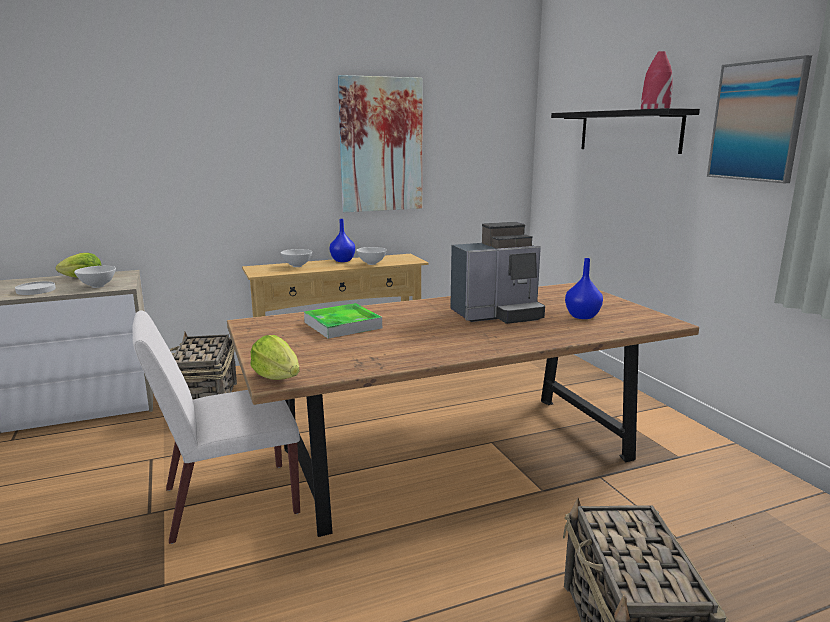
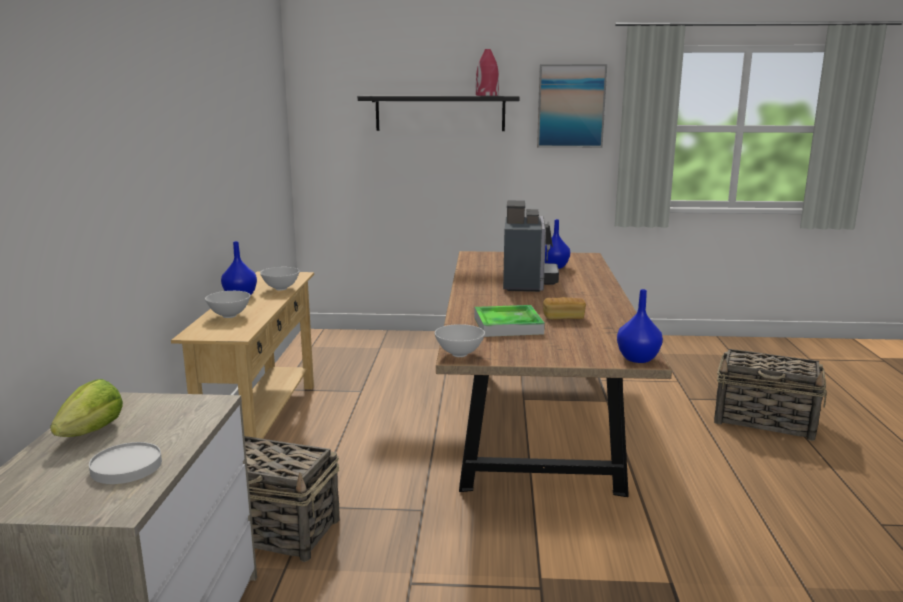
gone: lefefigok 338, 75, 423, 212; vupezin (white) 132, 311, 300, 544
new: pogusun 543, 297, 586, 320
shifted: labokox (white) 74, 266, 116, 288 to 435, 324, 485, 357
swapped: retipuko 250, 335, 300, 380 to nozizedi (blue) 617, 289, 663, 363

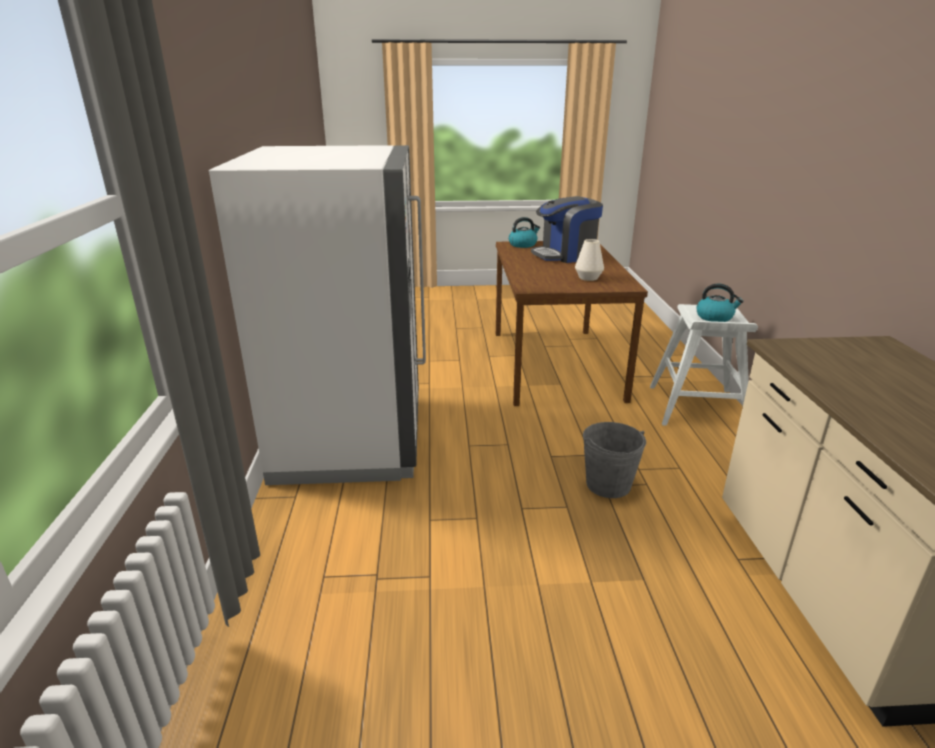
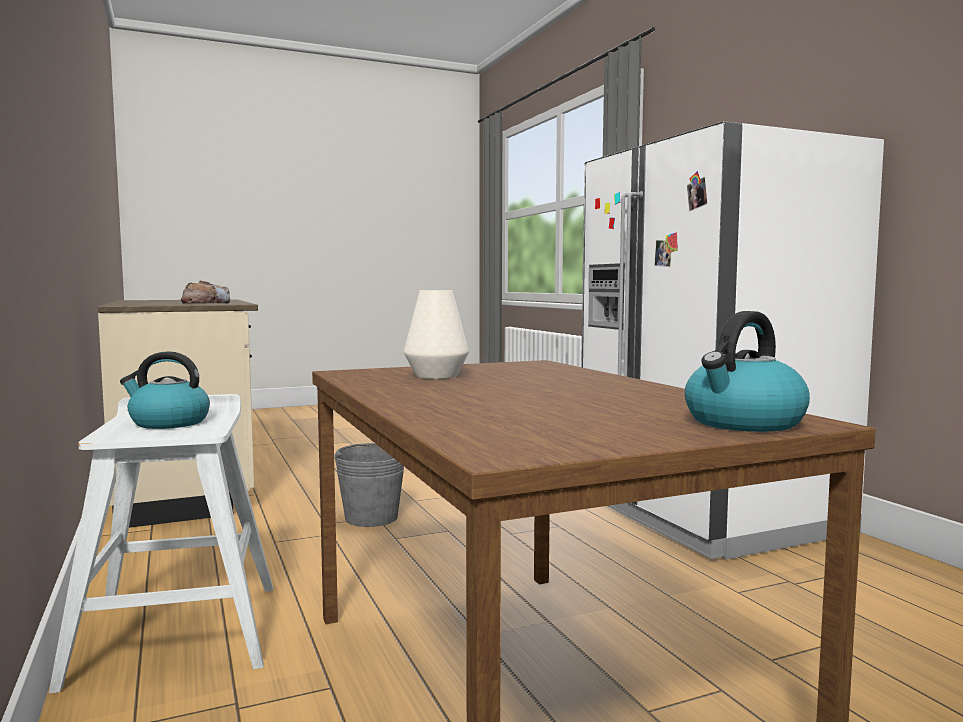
gone: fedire 531, 196, 603, 263
new: pogusun 181, 280, 230, 303

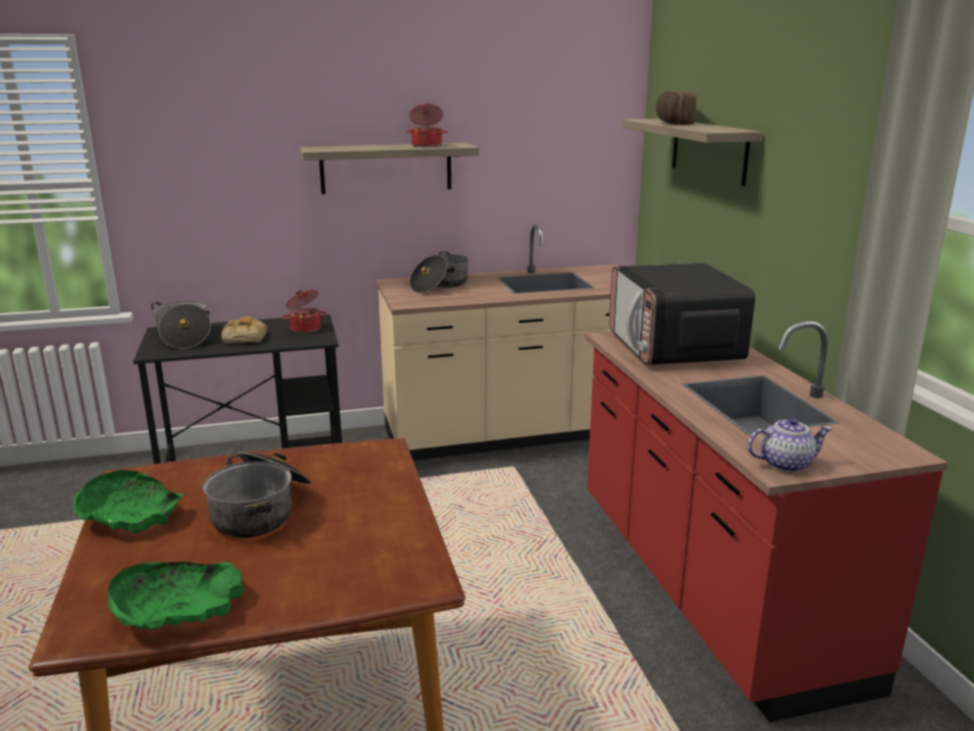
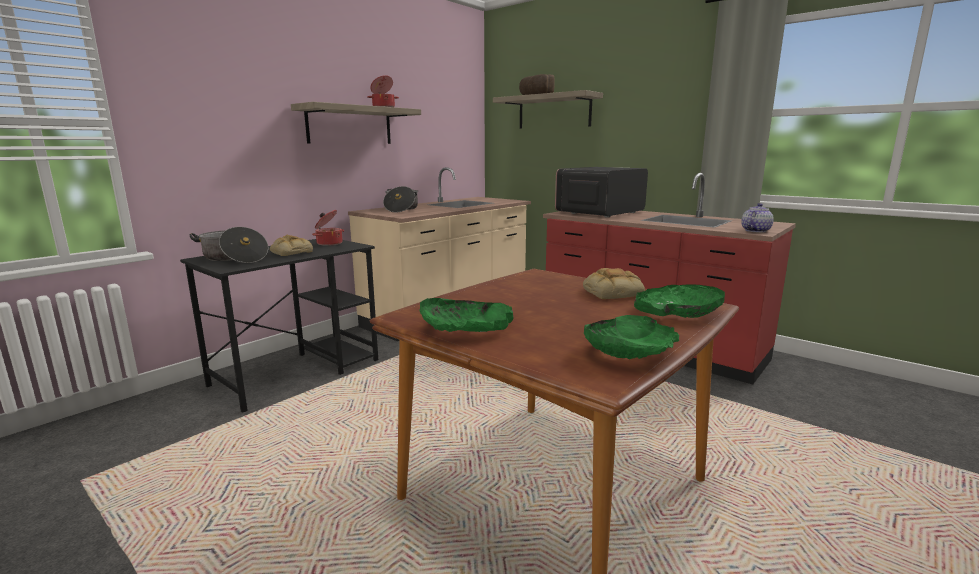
gone: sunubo 203, 452, 312, 538
new: pogusun 583, 268, 645, 299; labokox (green) 634, 284, 725, 318
rotated: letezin 609, 263, 755, 365 = 555, 167, 648, 218 90 degrees clockwise

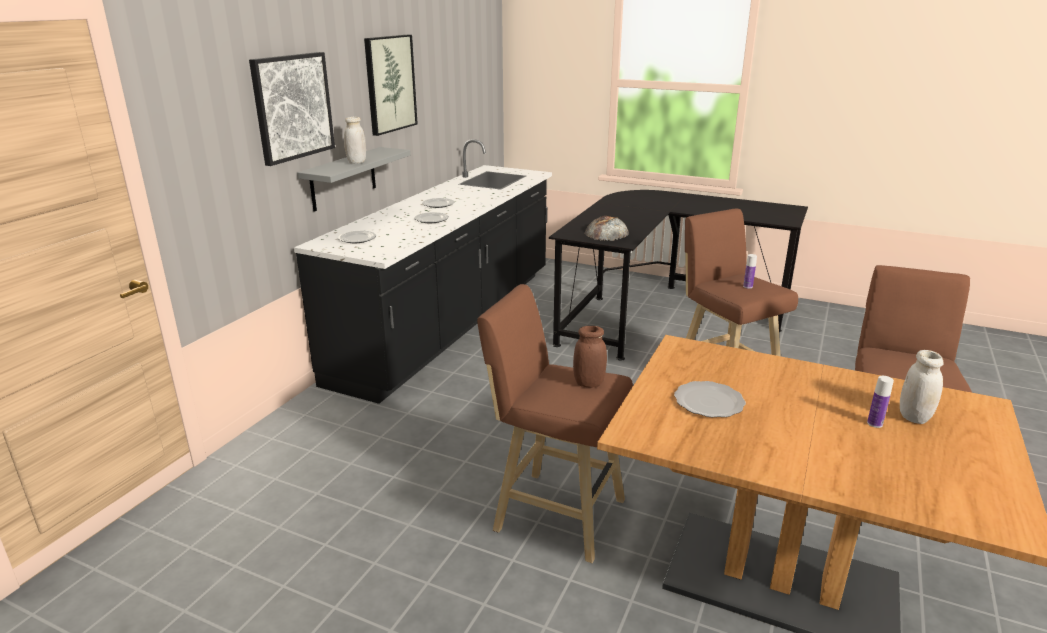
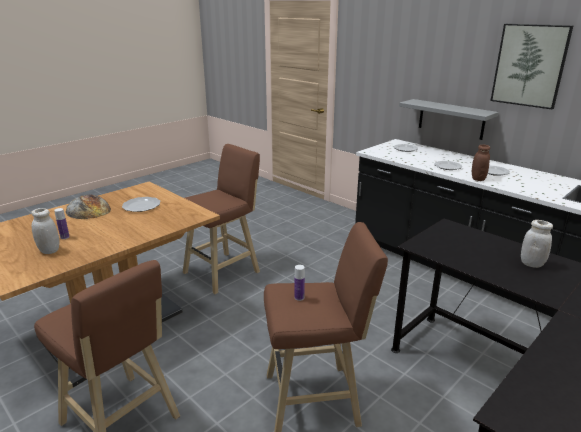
gone: lefefigok 249, 52, 335, 166
shifted: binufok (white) 344, 117, 366, 164 to 521, 220, 553, 268; pogusun 584, 216, 629, 241 to 66, 194, 111, 219; binufok (brown) 573, 326, 607, 388 to 472, 145, 490, 181

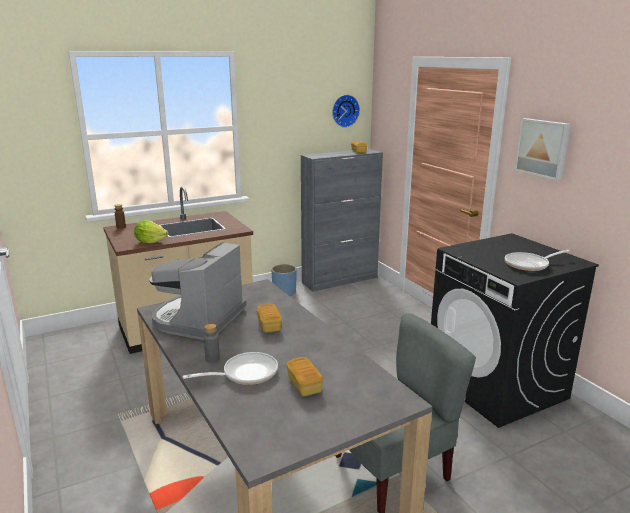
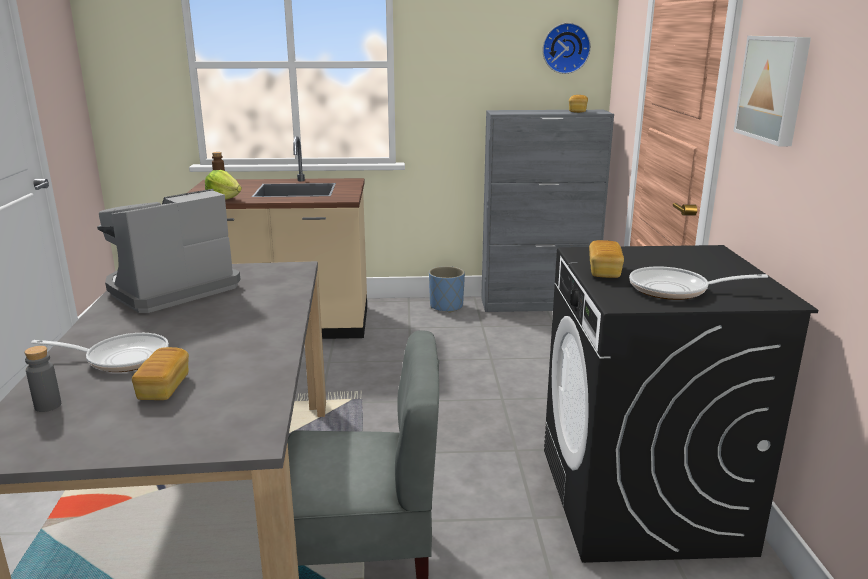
shifted: pogusun 257, 304, 282, 333 to 589, 240, 624, 278; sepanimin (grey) 204, 324, 220, 363 to 24, 346, 61, 412

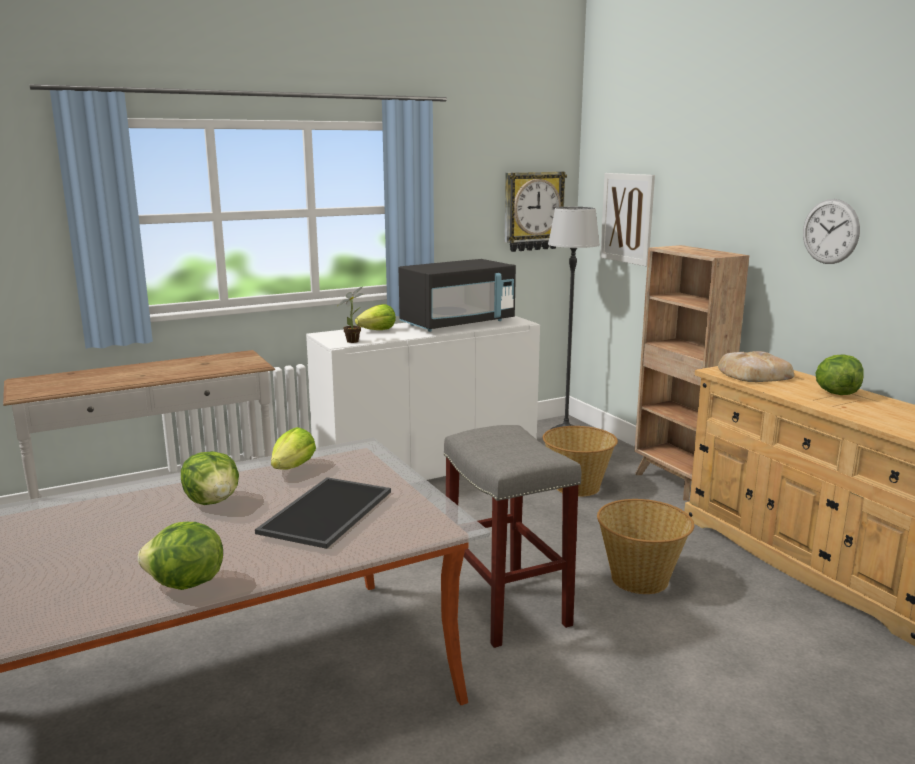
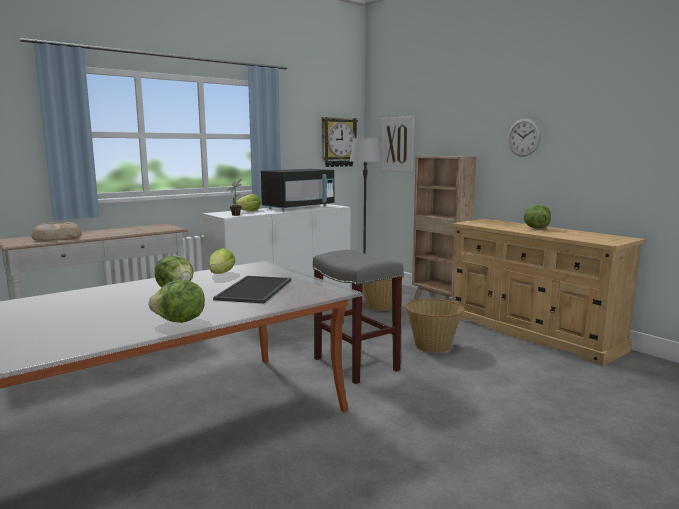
shifted: pogusun 718, 351, 794, 382 to 32, 222, 81, 241

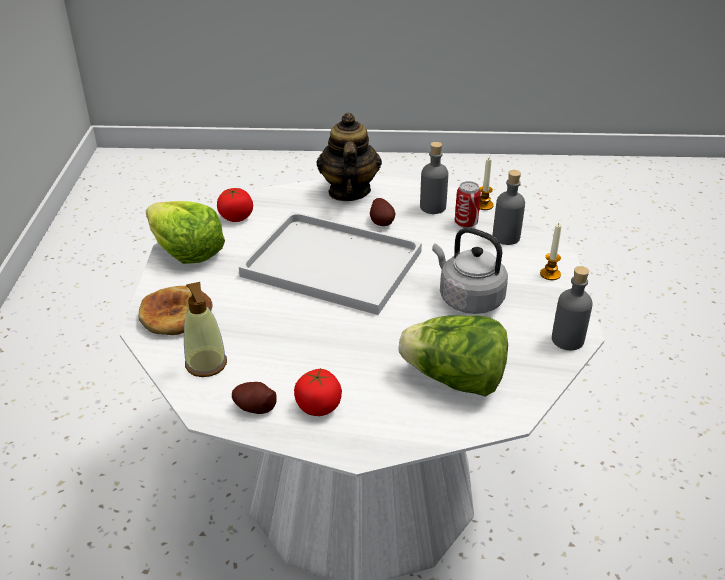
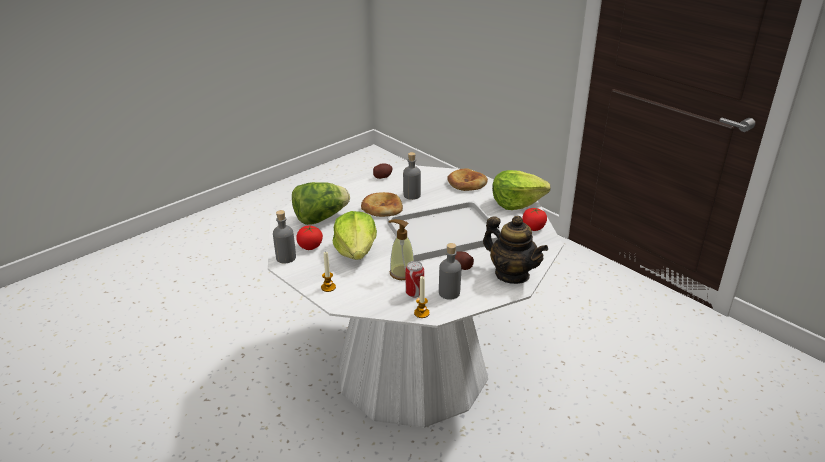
new: pogusun 361, 192, 403, 217
shifted: sepanimin (grey) 493, 170, 525, 245 to 403, 152, 421, 200; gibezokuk 184, 282, 227, 377 to 389, 219, 414, 280; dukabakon 294, 369, 342, 416 to 296, 226, 323, 250
swapped: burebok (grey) 432, 227, 508, 314 to retipuko 333, 211, 377, 260

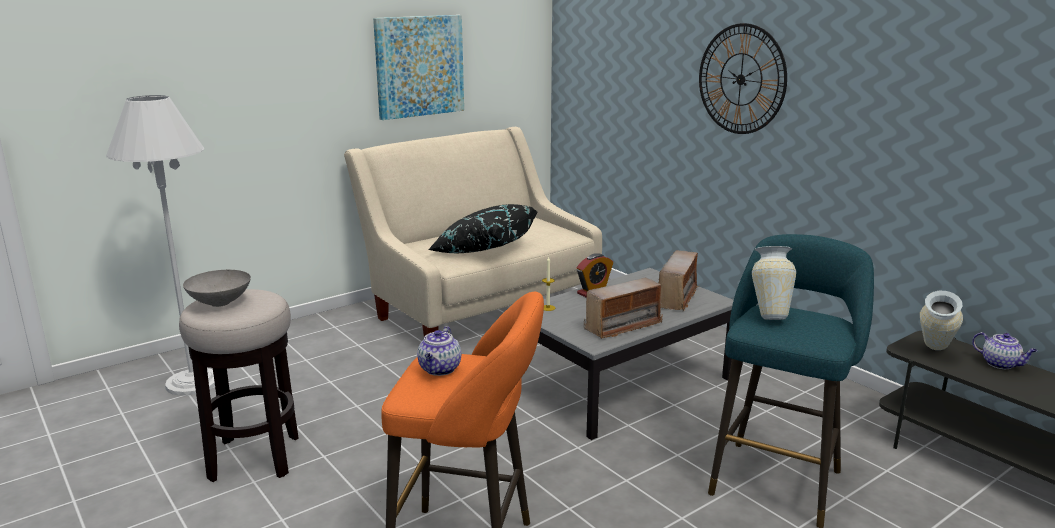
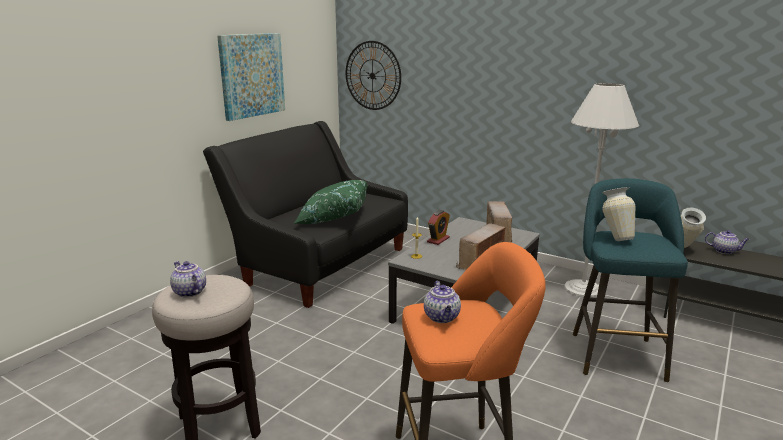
shifted: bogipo 699, 23, 787, 134 to 346, 41, 401, 110; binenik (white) 106, 95, 215, 396 to 564, 83, 639, 298
swapped: labokox (grey) 183, 270, 251, 307 to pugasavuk 170, 261, 206, 297
repainted: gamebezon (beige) 344, 127, 602, 337 to gamebezon (black) 203, 121, 408, 308; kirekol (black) 428, 204, 537, 253 to kirekol (green) 294, 180, 368, 224

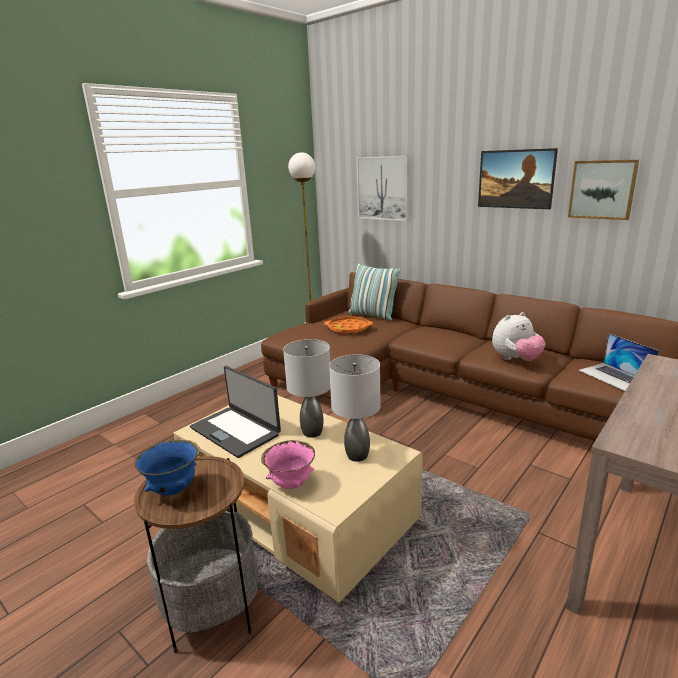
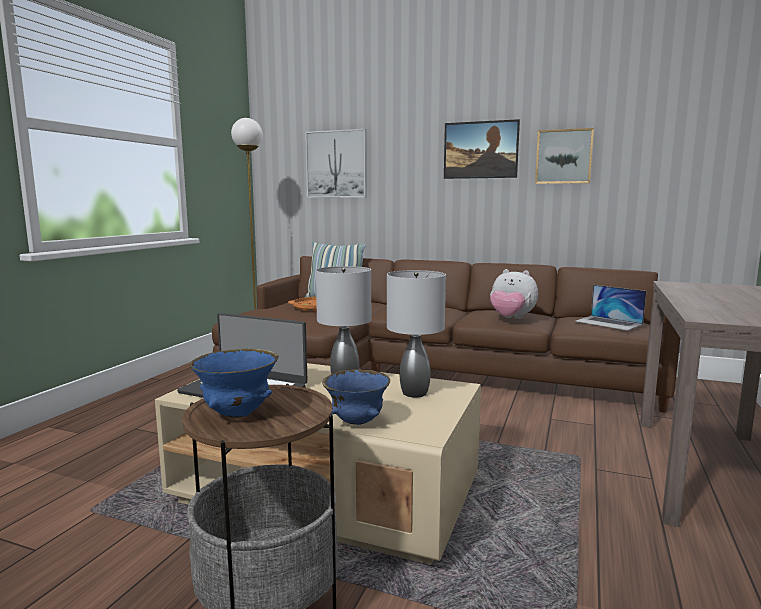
repainted: labokox (pink) 261, 440, 315, 489 to labokox (blue) 322, 369, 390, 425
rotated: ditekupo 492, 312, 546, 361 = 490, 269, 538, 319 75 degrees clockwise

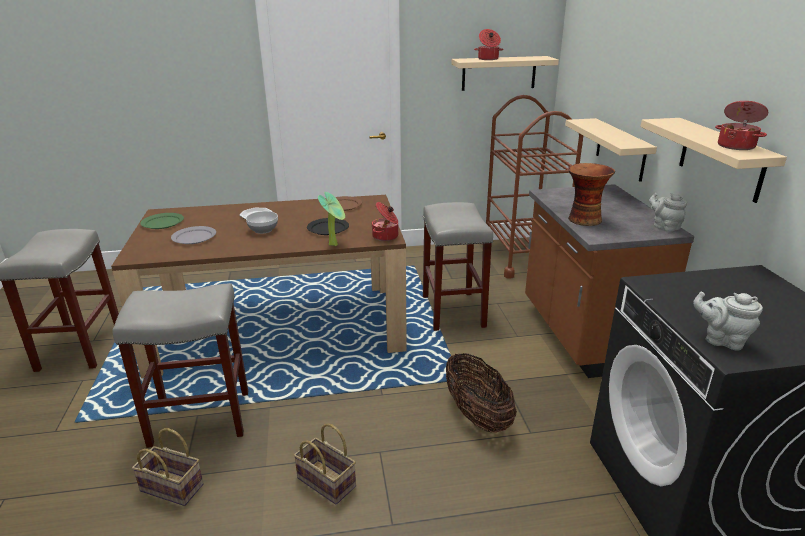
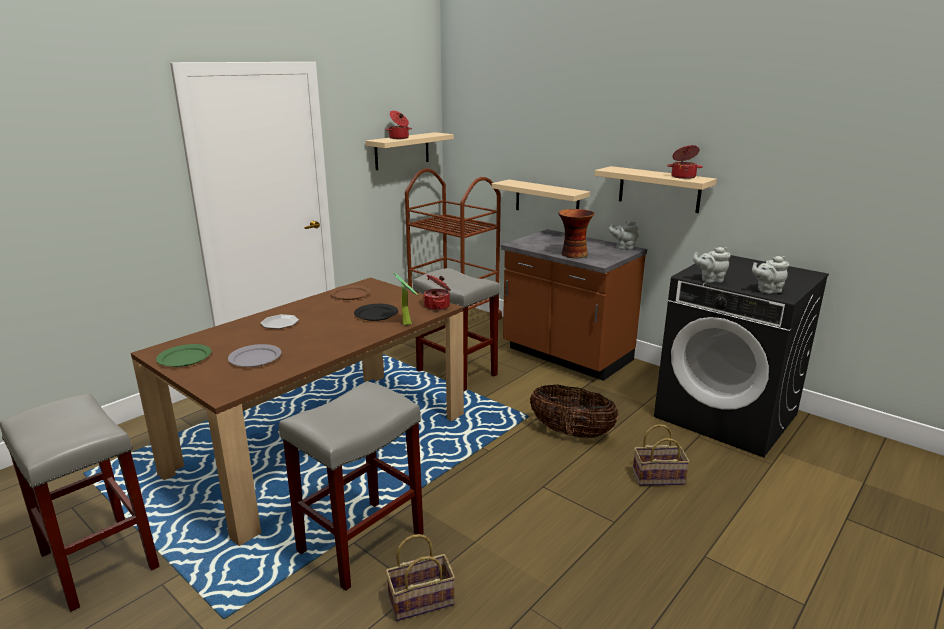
gone: labokox 246, 211, 278, 234
new: pugasavuk (grey) 693, 247, 730, 283
shifted: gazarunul 294, 423, 356, 504 to 632, 424, 690, 486

